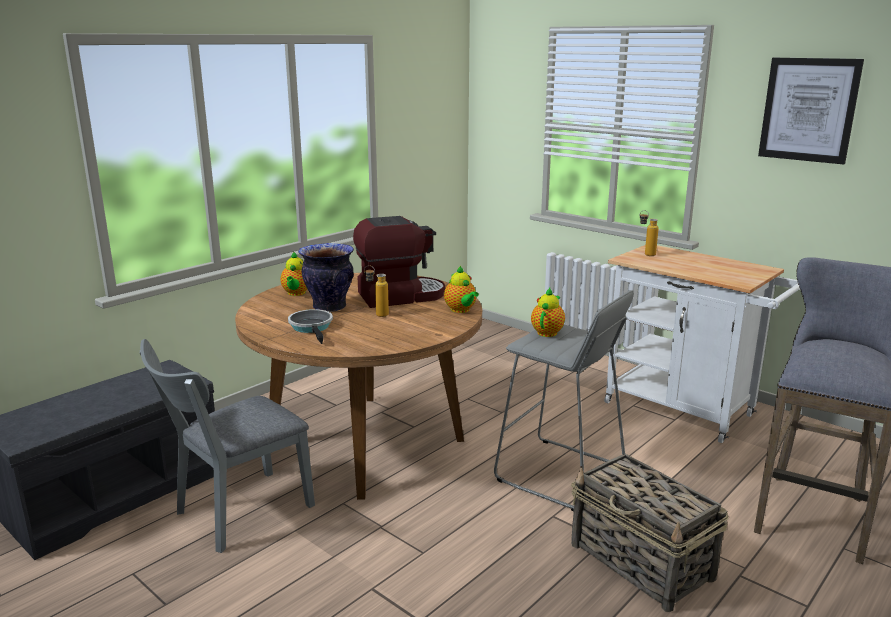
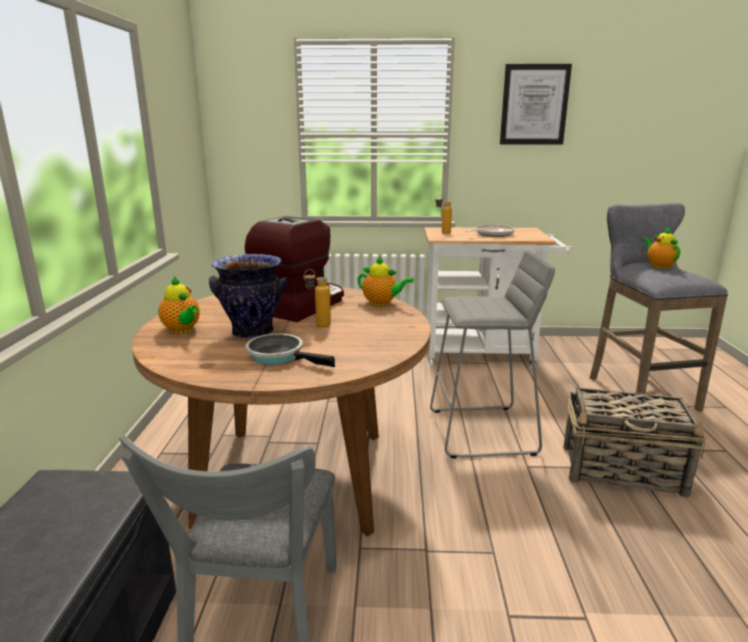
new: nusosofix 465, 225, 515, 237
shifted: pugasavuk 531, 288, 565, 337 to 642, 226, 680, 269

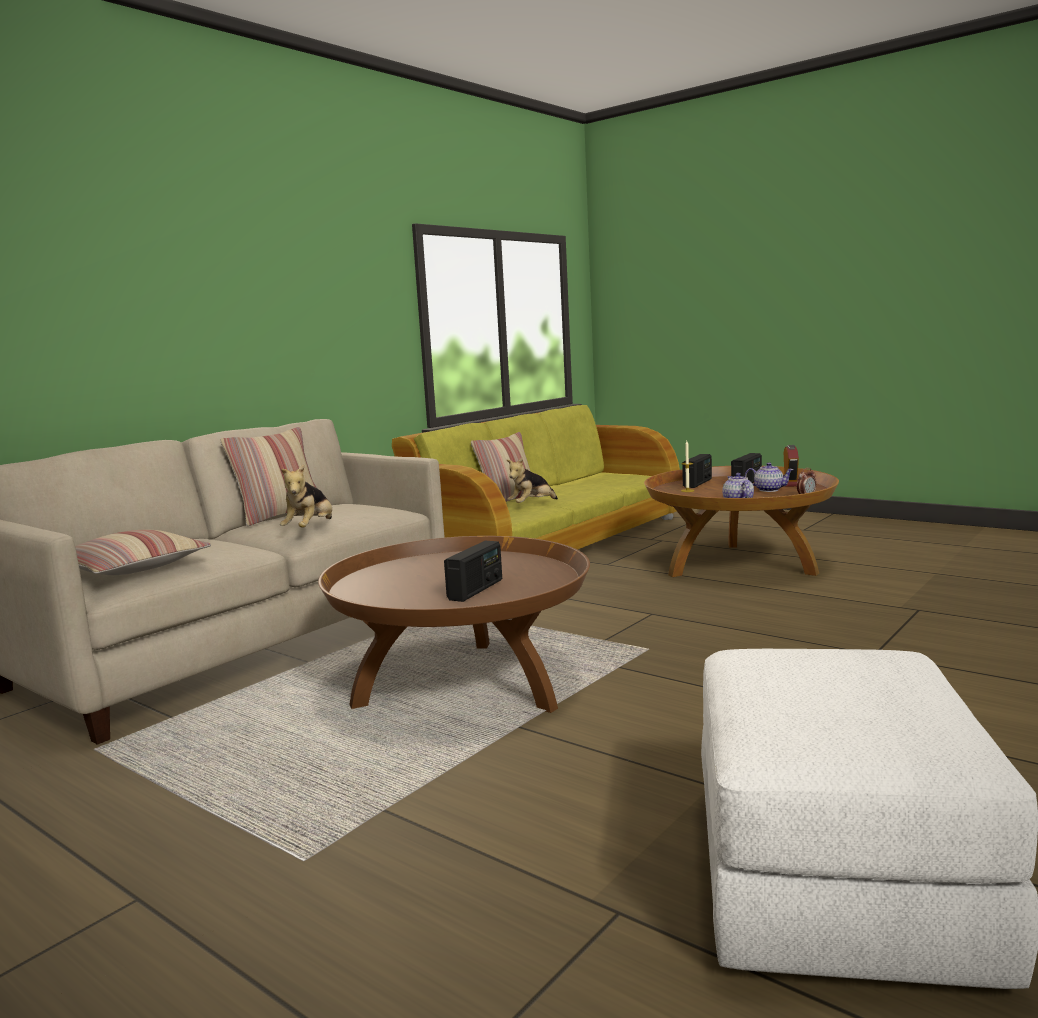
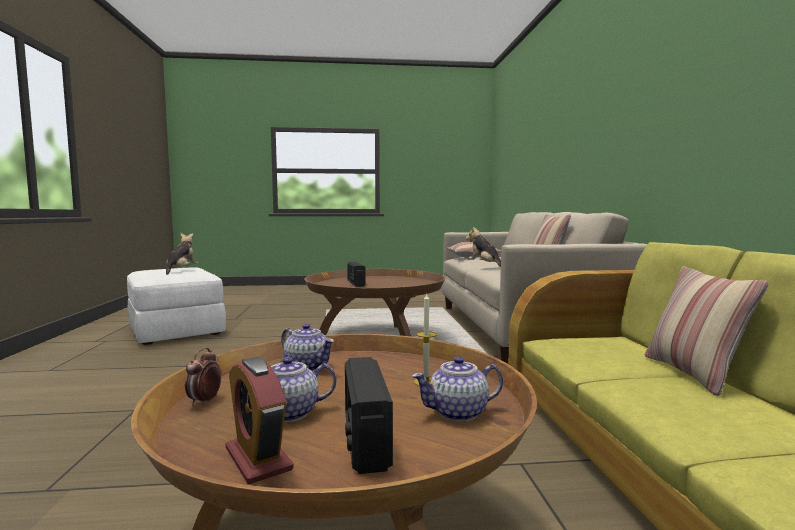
shifted: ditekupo 507, 458, 558, 503 to 166, 232, 199, 275
swapped: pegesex 682, 454, 712, 488 to pugasavuk 412, 356, 503, 422

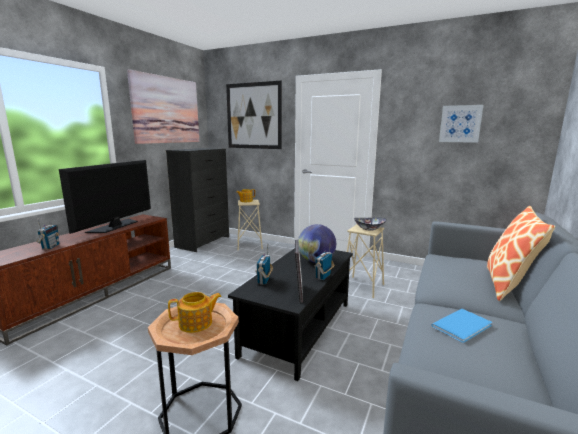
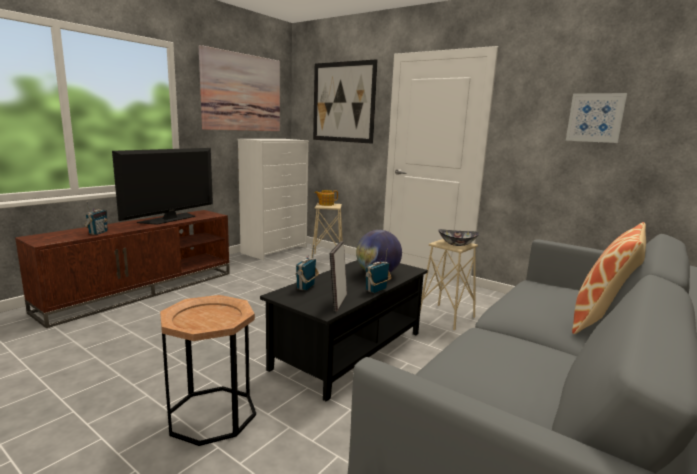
gone: pugasavuk 168, 292, 222, 333; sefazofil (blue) 431, 309, 492, 343
repainted: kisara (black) 166, 148, 229, 252 to kisara (white) 238, 139, 309, 260

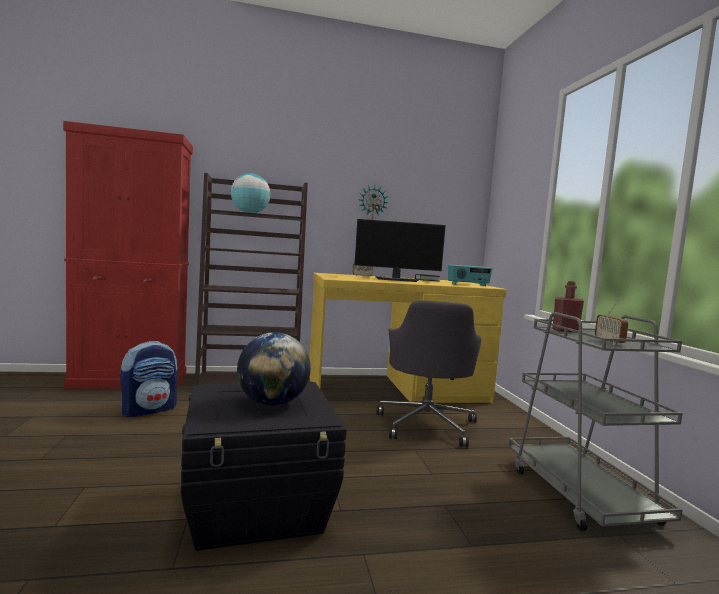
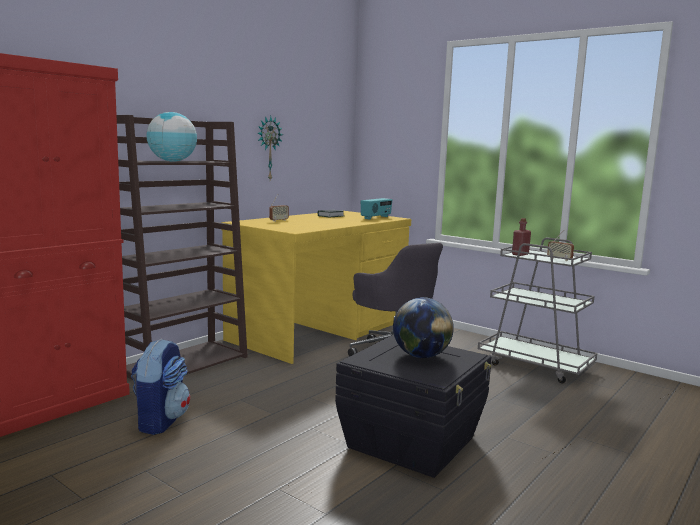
gone: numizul 354, 219, 446, 282

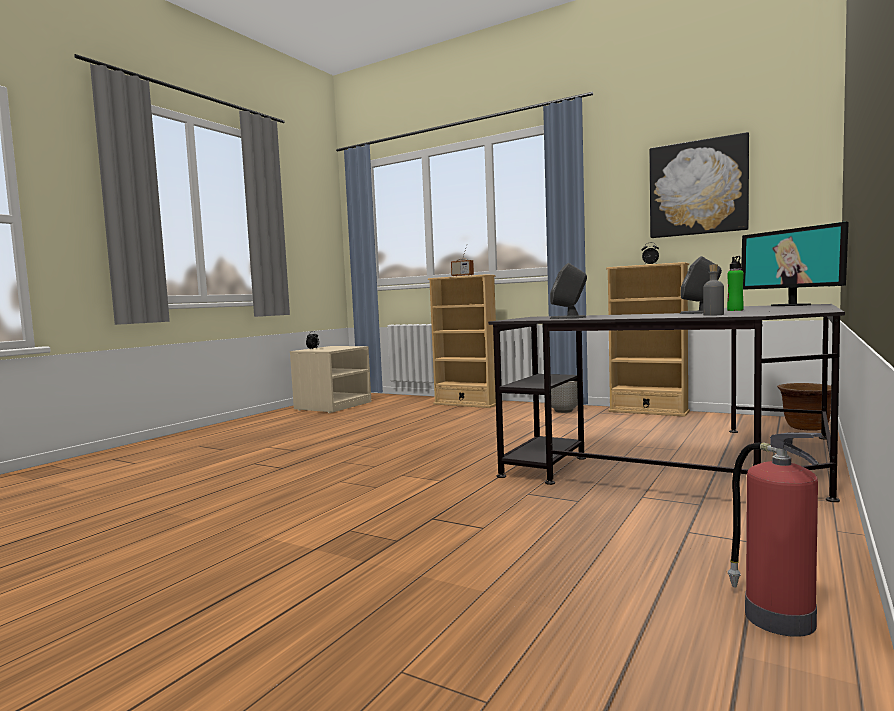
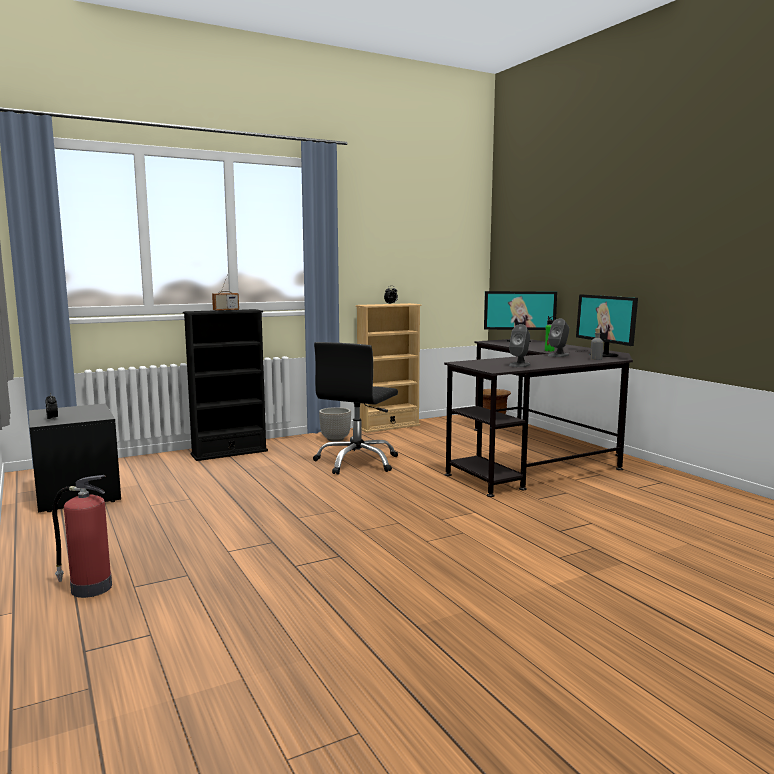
gone: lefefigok 650, 132, 749, 238
new: numizul 576, 294, 638, 357; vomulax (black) 313, 342, 398, 475
shifted: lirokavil 728, 432, 824, 637 to 52, 475, 112, 598
repainted: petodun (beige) 428, 274, 496, 408 to petodun (black) 183, 309, 268, 461; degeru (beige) 290, 346, 371, 413 to degeru (black) 29, 403, 121, 512

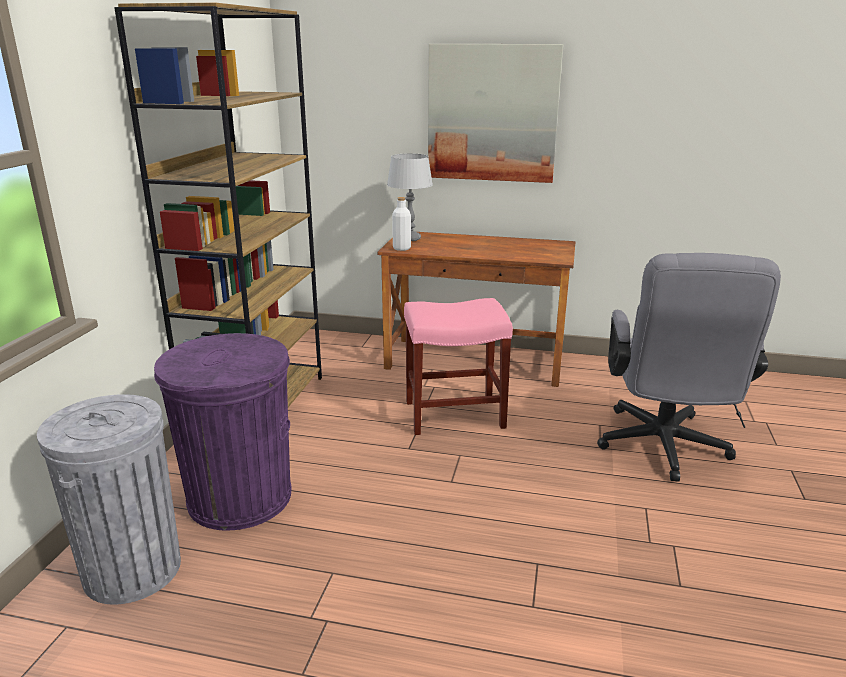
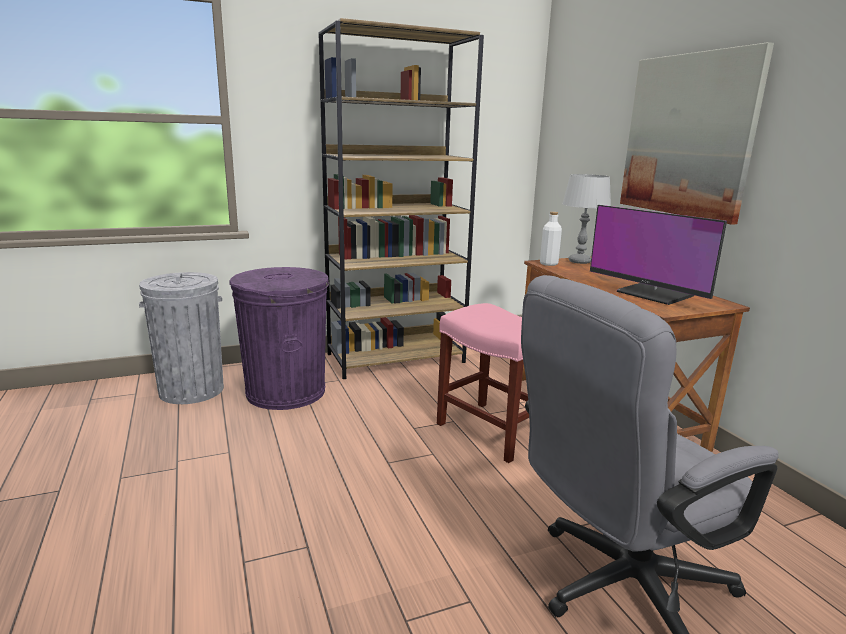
new: numizul 590, 205, 727, 305

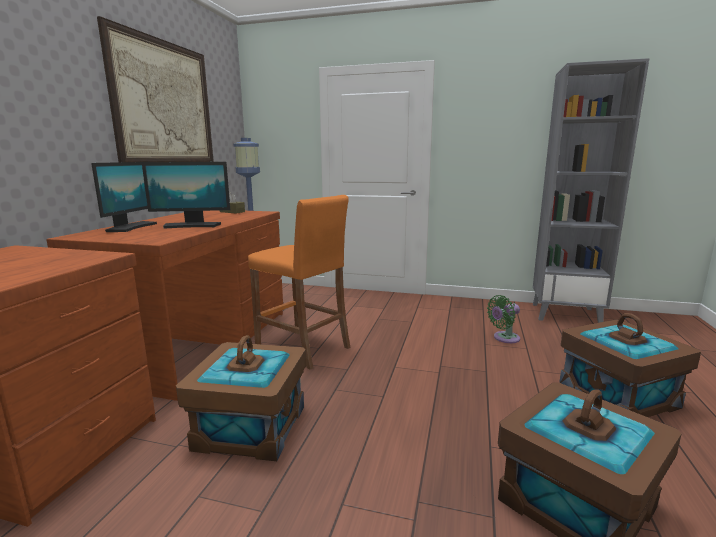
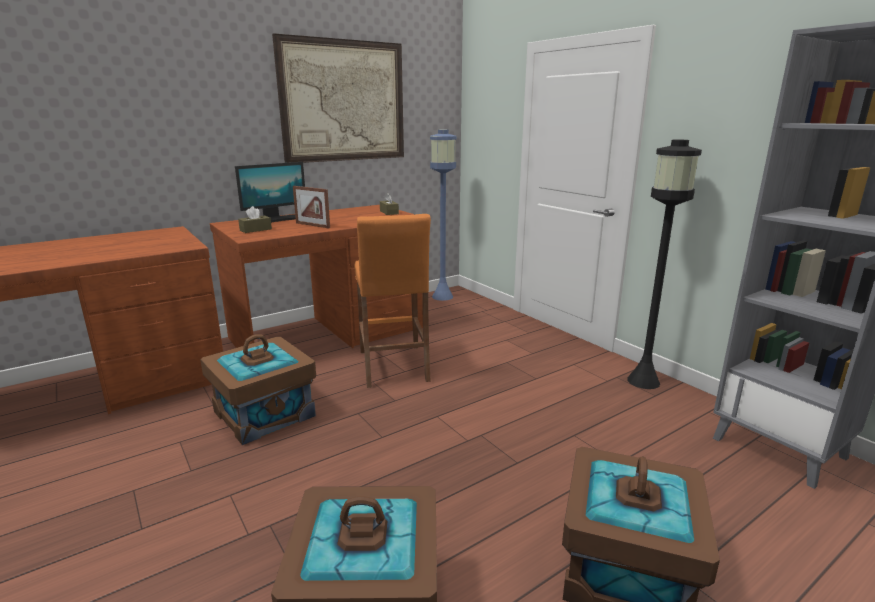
gone: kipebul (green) 487, 295, 520, 343
new: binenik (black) 627, 140, 702, 389; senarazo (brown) 238, 206, 272, 233
swapped: numizul 142, 162, 230, 229 to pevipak 293, 186, 330, 228

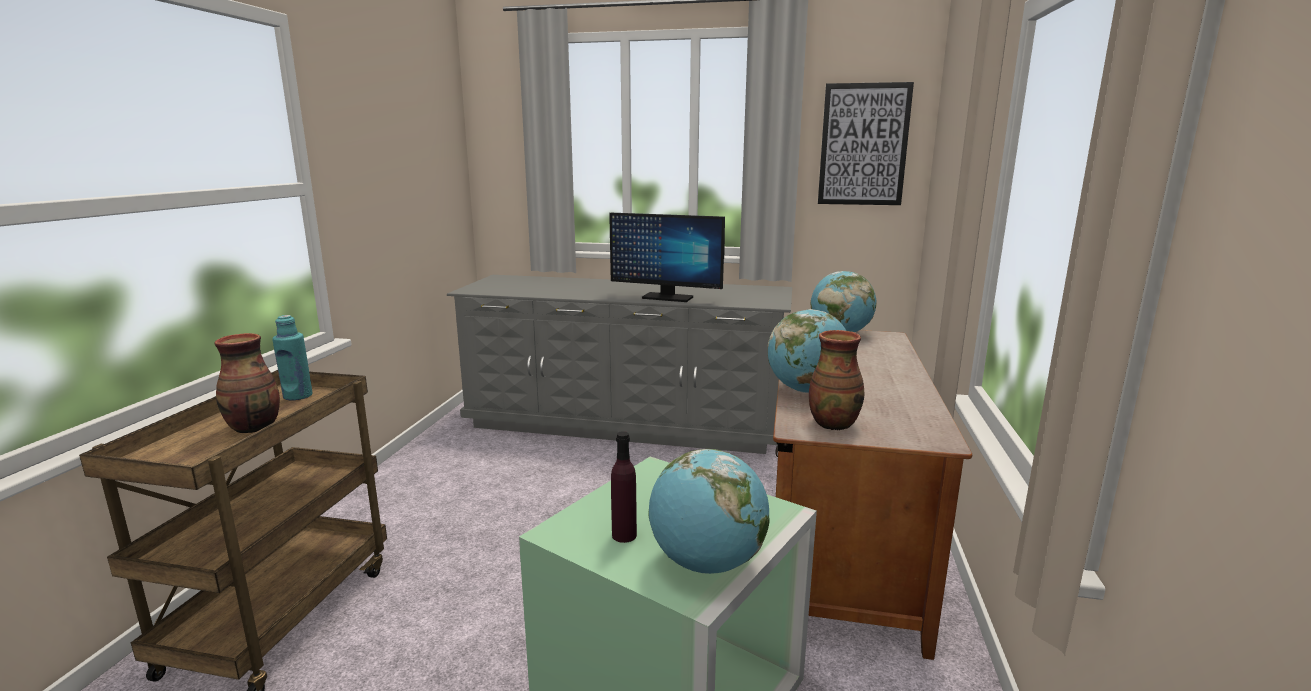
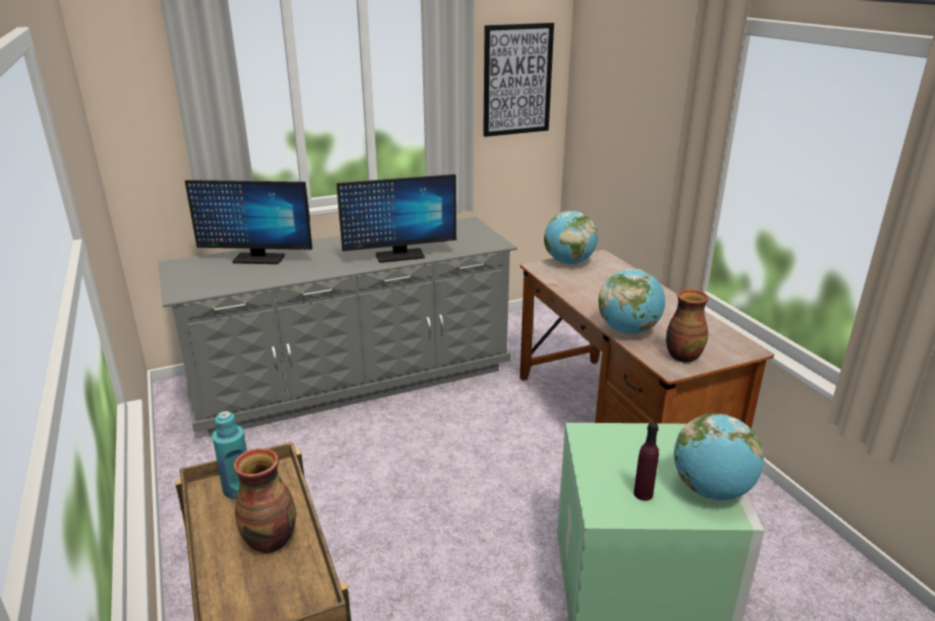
new: numizul 185, 180, 313, 264

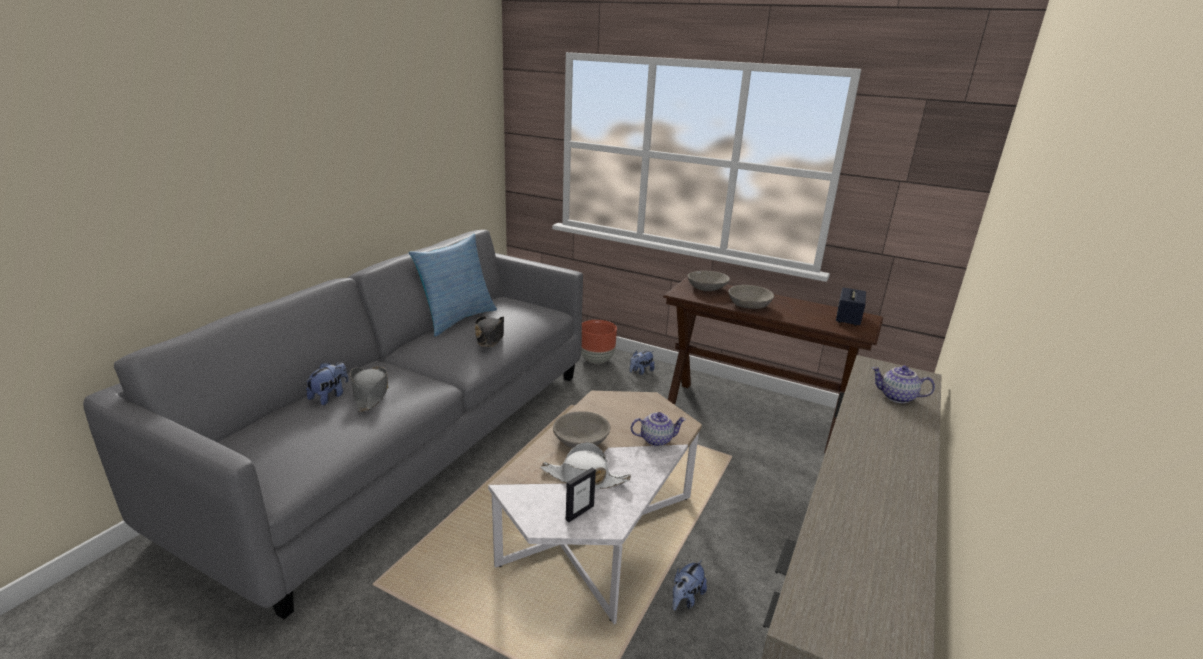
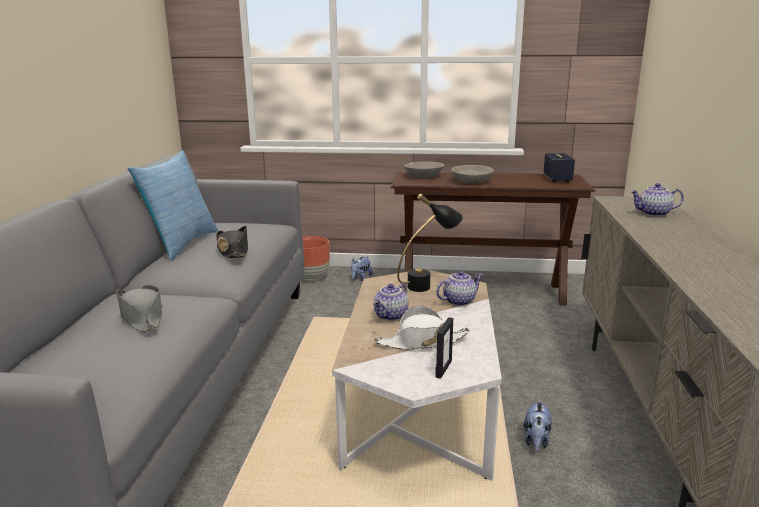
gone: ditekupo 306, 362, 348, 405
new: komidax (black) 397, 194, 463, 292
swapped: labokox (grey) 553, 411, 610, 448 to pugasavuk 373, 283, 409, 321

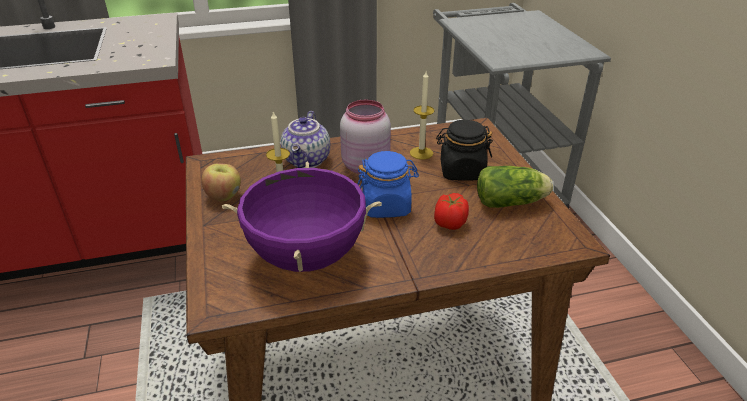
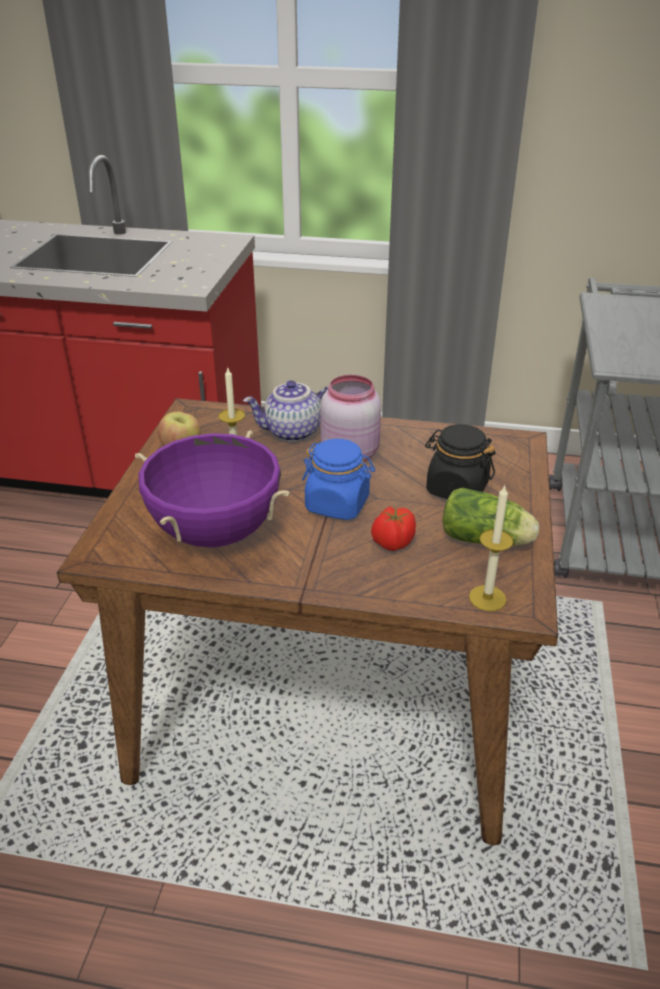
shifted: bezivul 410, 72, 434, 160 to 469, 485, 514, 611
rotated: pugasavuk 280, 111, 330, 168 = 243, 380, 328, 442 45 degrees clockwise

